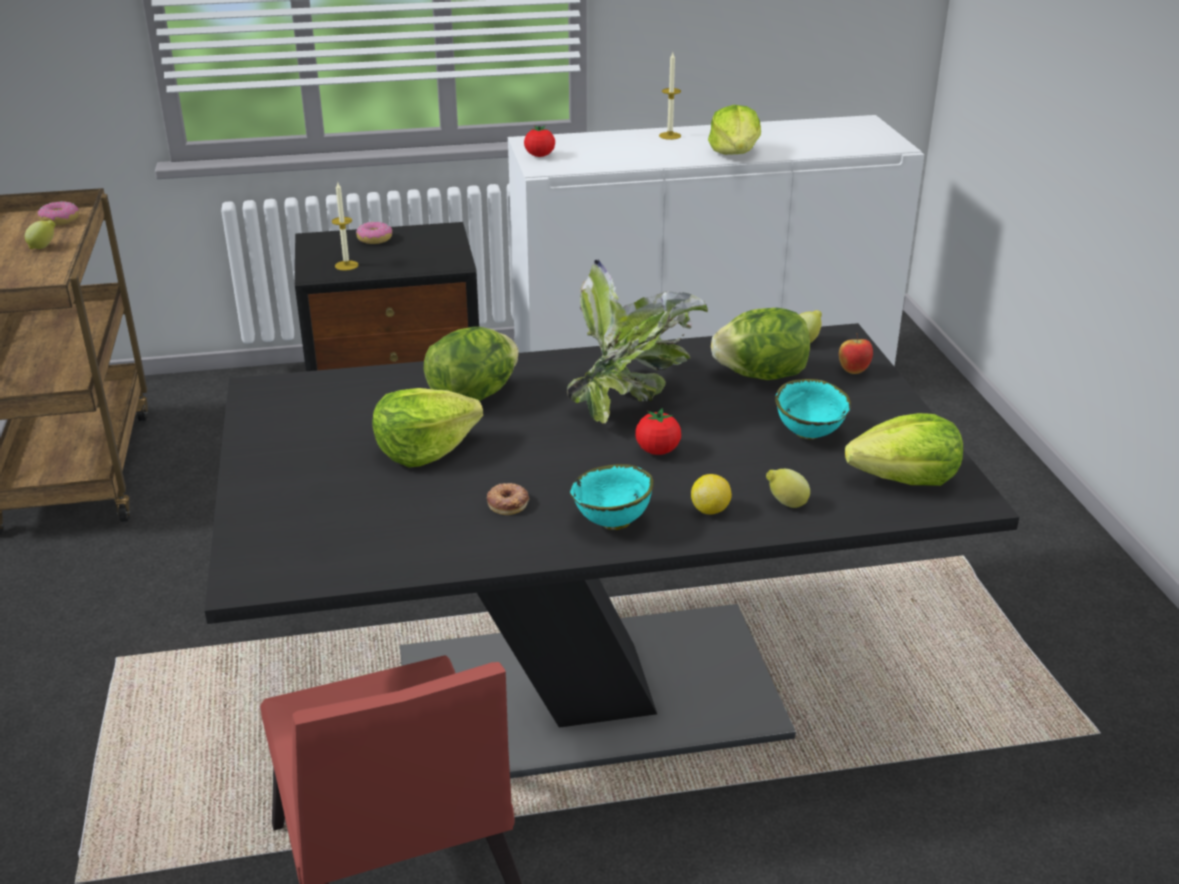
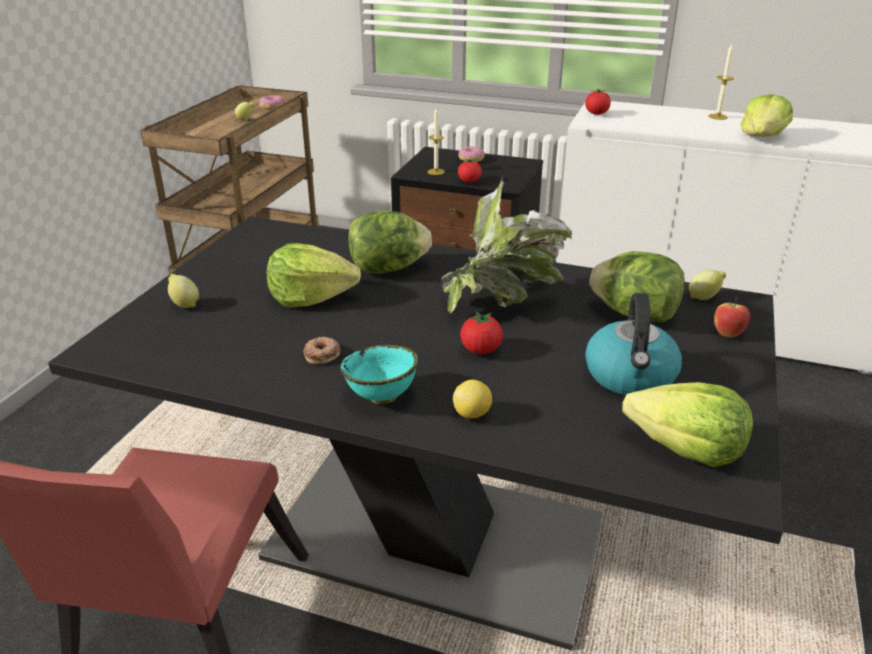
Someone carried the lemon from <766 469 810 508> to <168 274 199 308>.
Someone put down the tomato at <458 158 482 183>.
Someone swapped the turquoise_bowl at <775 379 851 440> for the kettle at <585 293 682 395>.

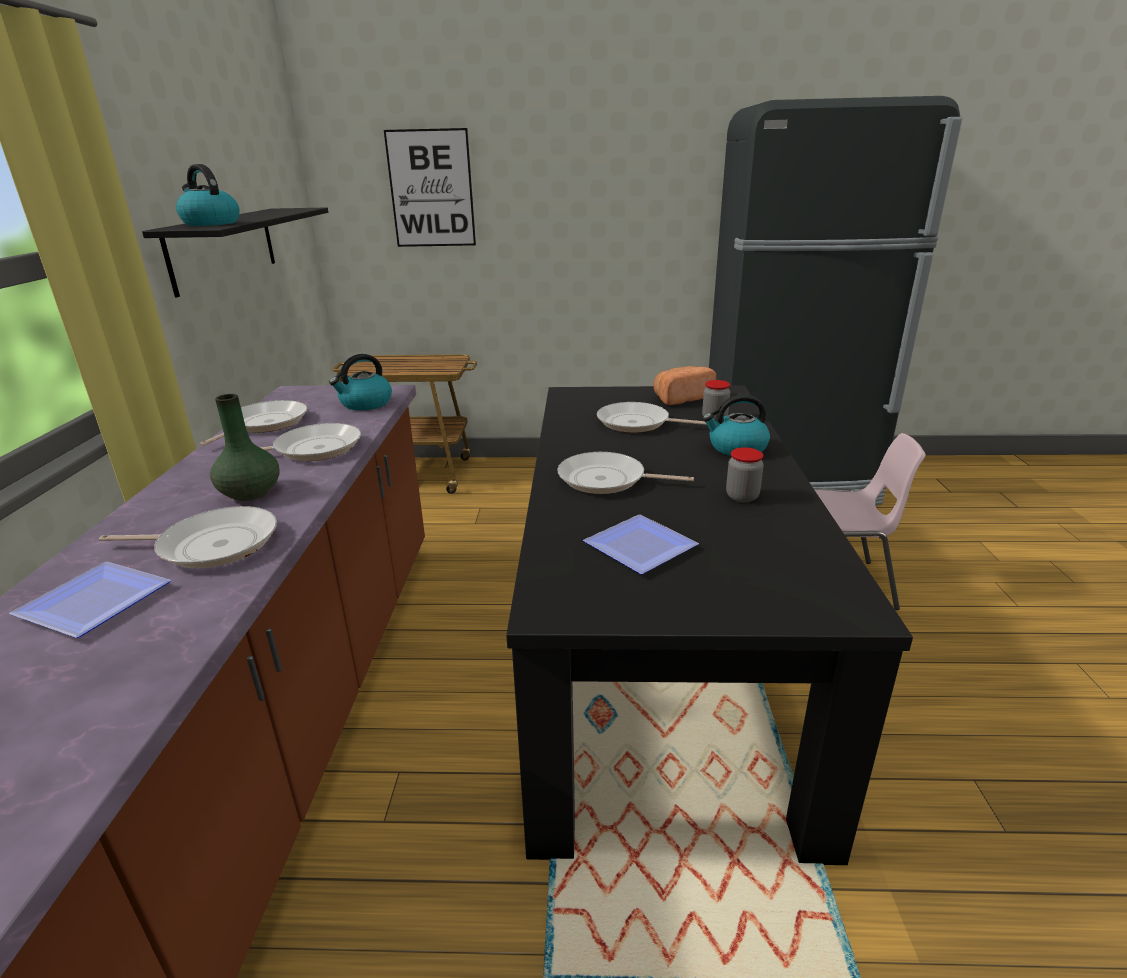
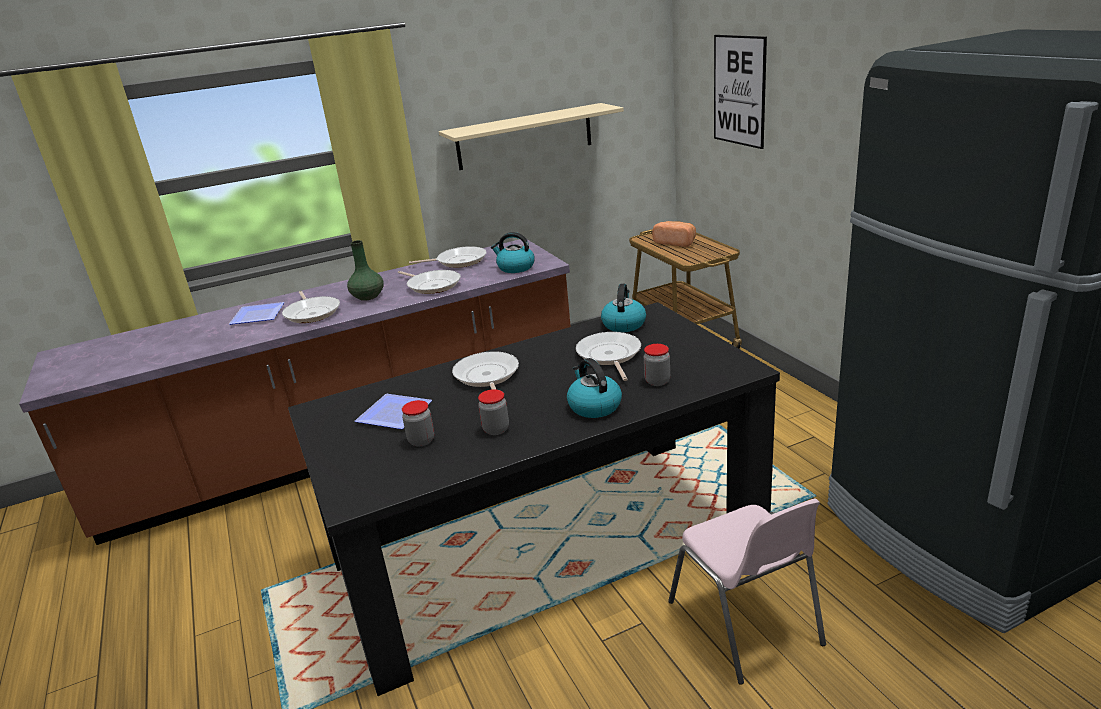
Someone put down the jar at <402 400 434 446>.
Someone repainted the black_shelf at <142 208 328 297>, which became the beige_shelf at <439 103 624 170>.
Someone carried the kettle from <176 164 240 226> to <601 284 646 332>.
Someone carried the bread from <654 366 716 405> to <652 221 696 247>.

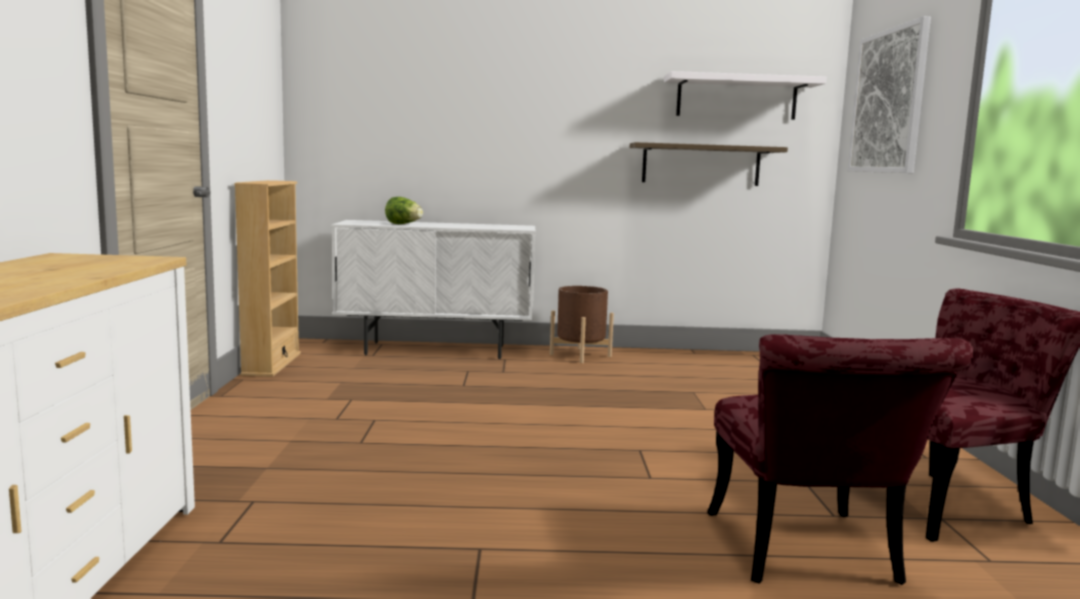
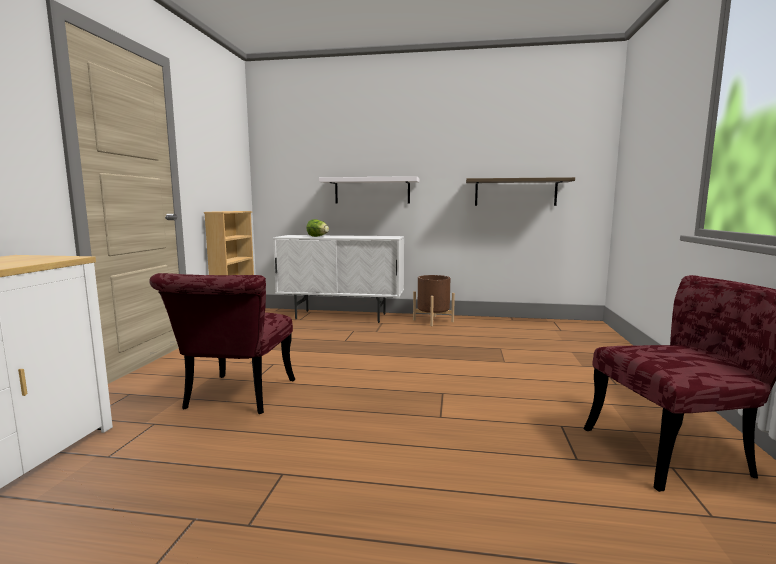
Someone carried the red_chair from <707 334 974 585> to <149 273 295 414>.
Someone carried the white_shelf from <664 71 826 120> to <319 176 419 203>.
Someone took away the picture at <848 16 931 173>.

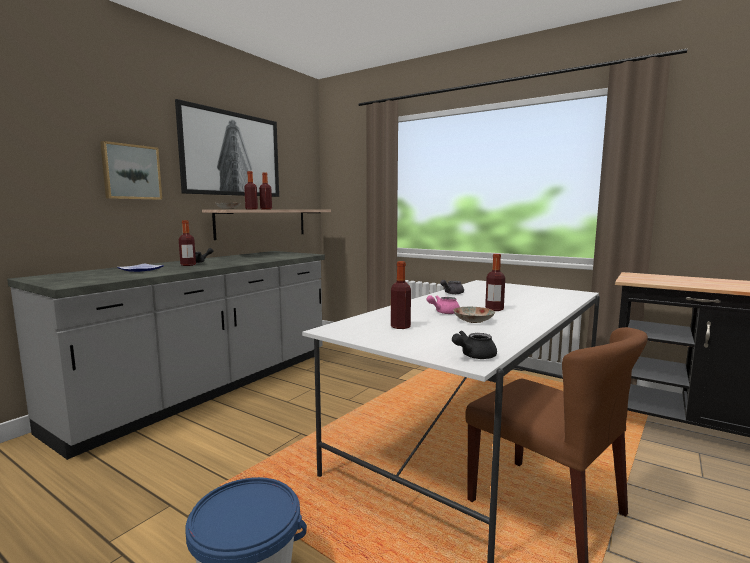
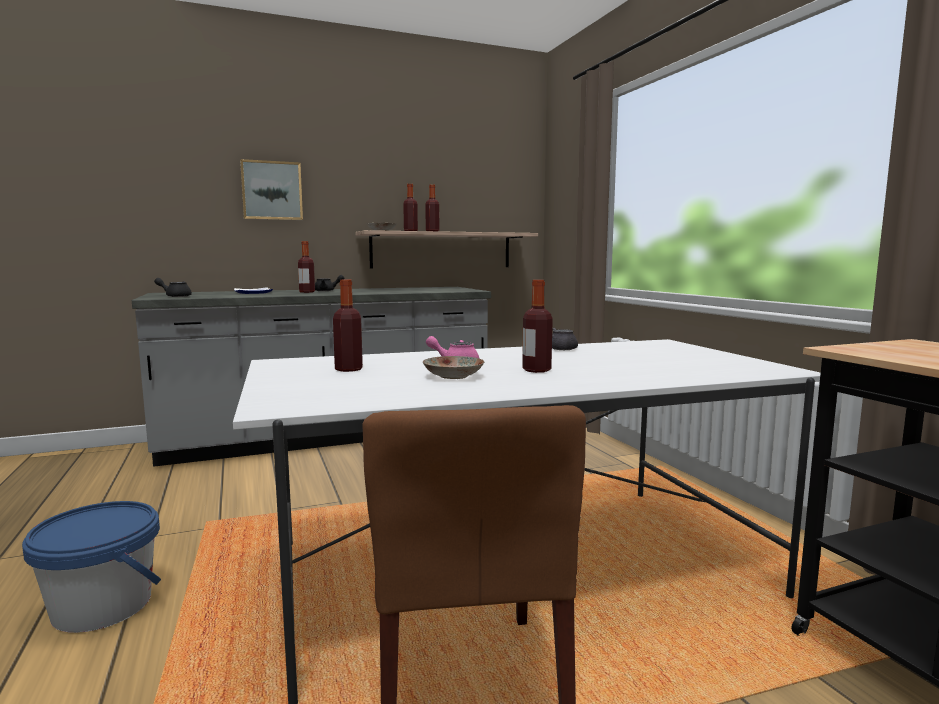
Someone carried the black_teapot from <452 331 497 359> to <154 278 192 297>.
Someone took away the picture at <175 99 279 197>.

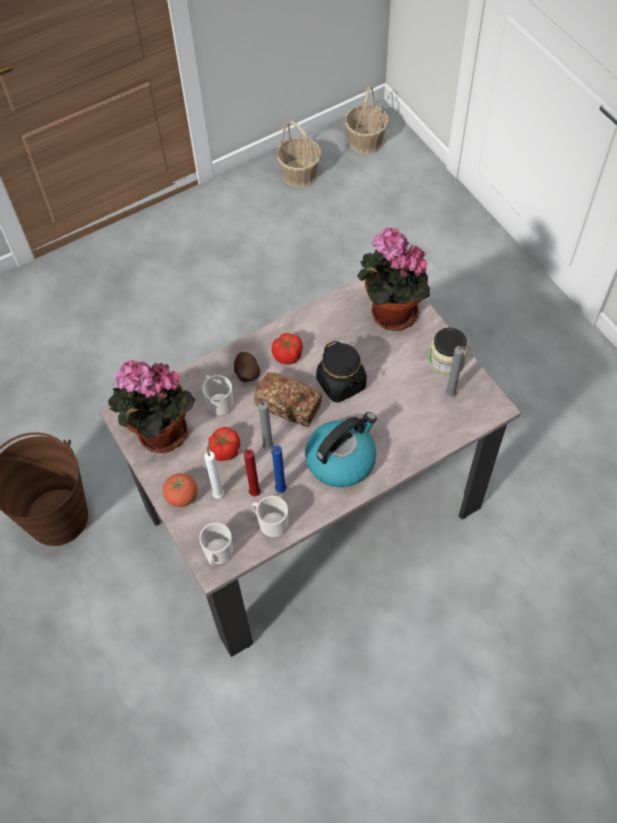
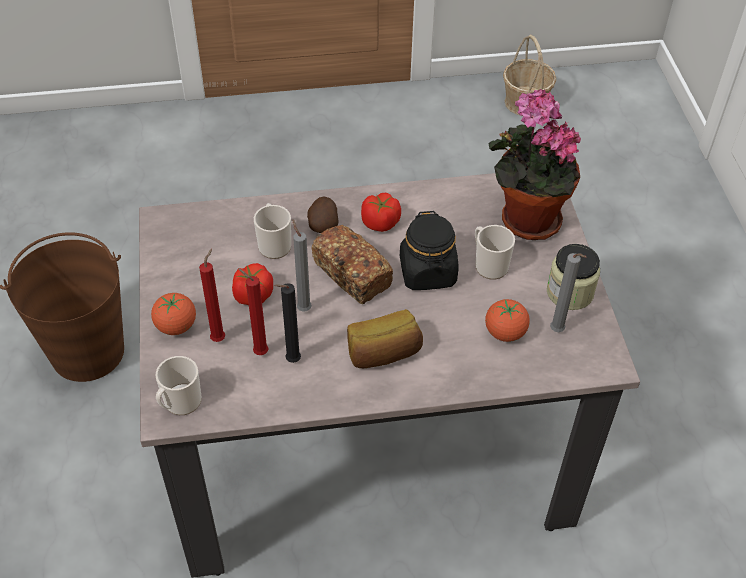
Someone repainted the white_candle at <204 441 224 498>, which became the red_candle at <199 249 225 342>.
Someone repainted the blue_candle at <270 445 287 493>, which became the black_candle at <275 283 301 363>.
Someone swapped the kettle at <305 412 377 487> for the bread at <347 309 423 368>.
Someone carried the mug from <252 496 288 538> to <475 225 515 280>.
Someone put down the tomato at <485 299 530 342>.
Someone took away the potted_plant at <108 360 195 453>.
Someone took away the basket at <345 86 389 154>.

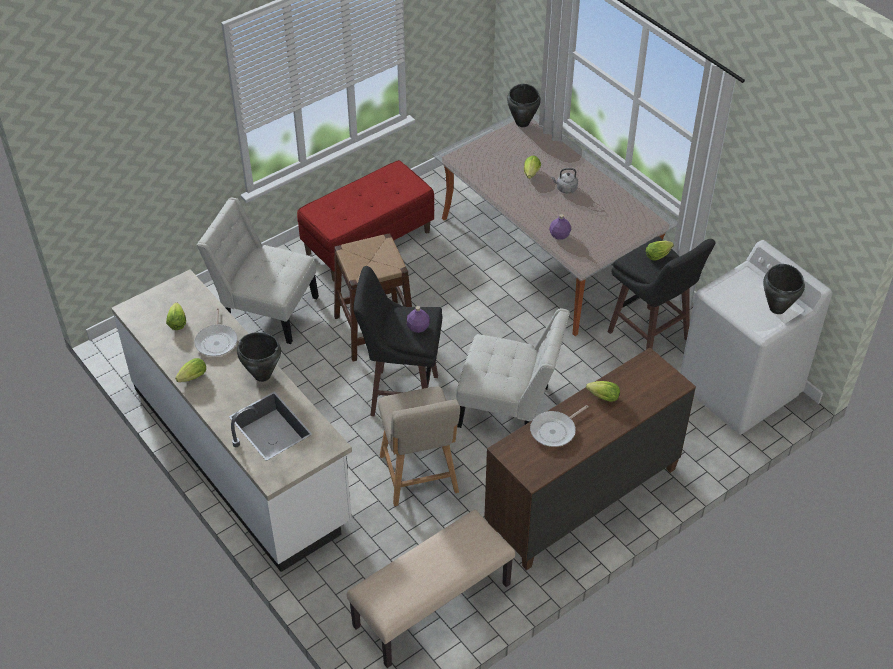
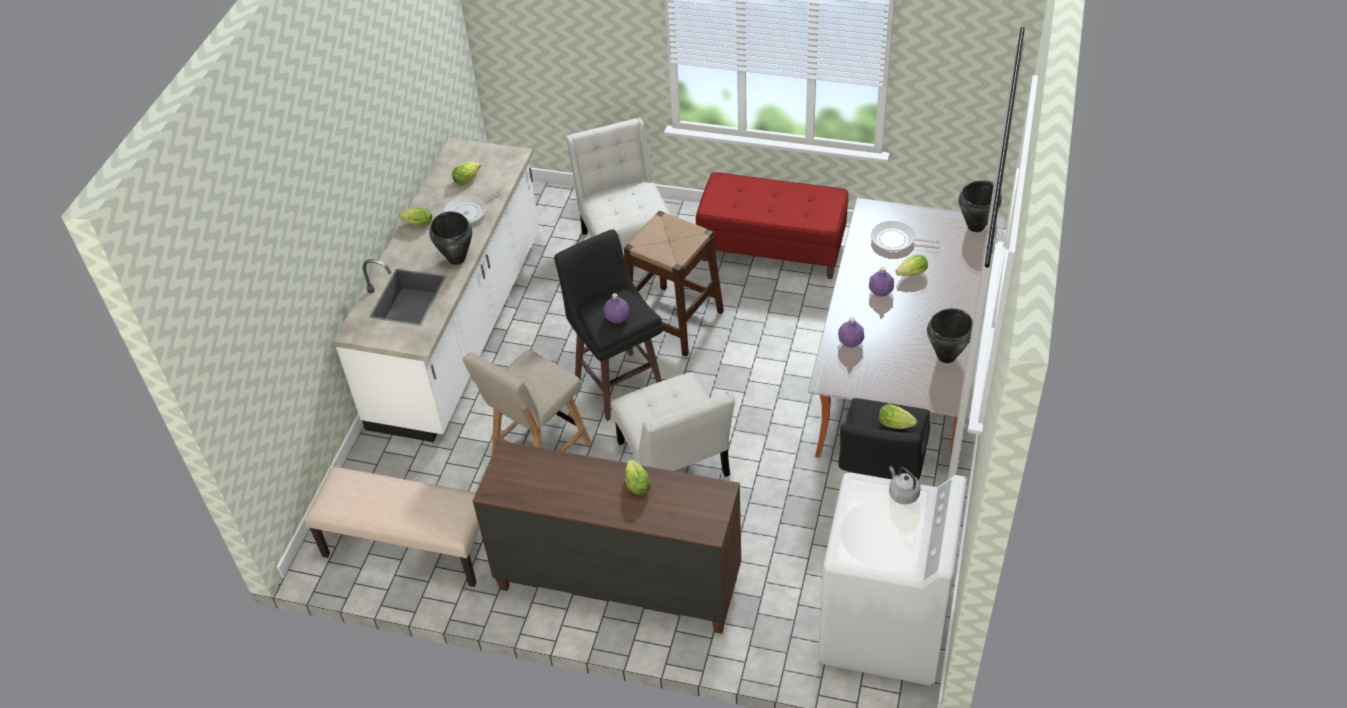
Someone put down the purple_bottle at <869 267 894 297>.
Someone carried the frying_pan from <530 405 589 447> to <871 221 939 252>.
Someone carried the grey_kettle from <551 168 578 193> to <889 466 921 504>.
Someone carried the black_cooking_pot from <763 264 805 314> to <927 308 973 363>.

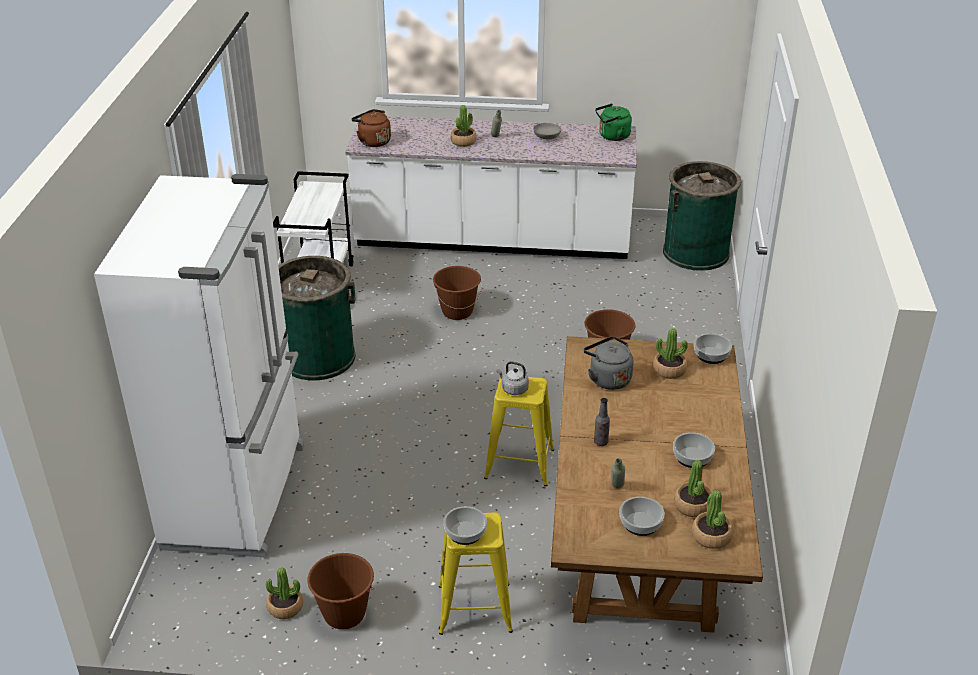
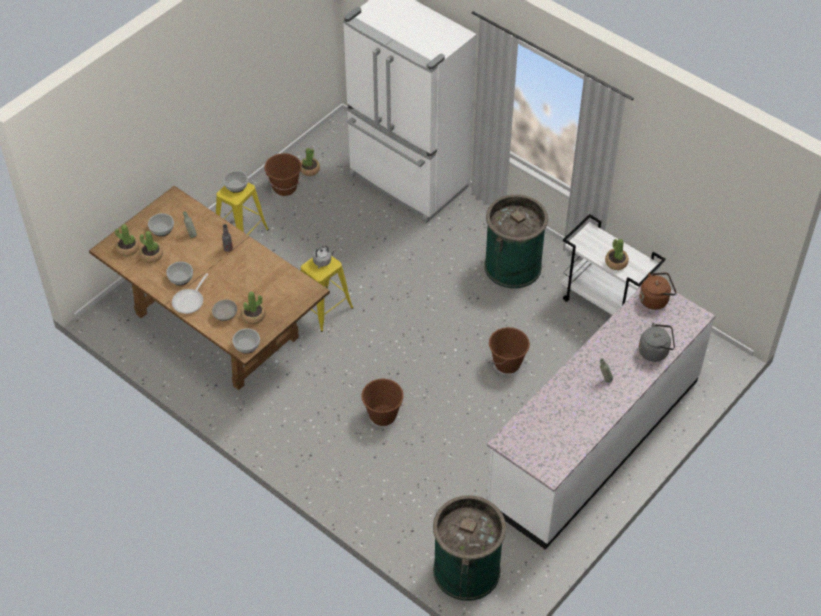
Someone put down the frying_pan at <172 273 208 314>.
Someone carried the grey_bowl from <533 123 561 139> to <212 300 237 321>.
Someone carried the potted_plant from <450 105 477 147> to <605 239 629 270>.
Someone carried the grey_kettle from <583 336 634 390> to <639 323 675 362>.
Someone took away the green_kettle at <595 104 632 141>.

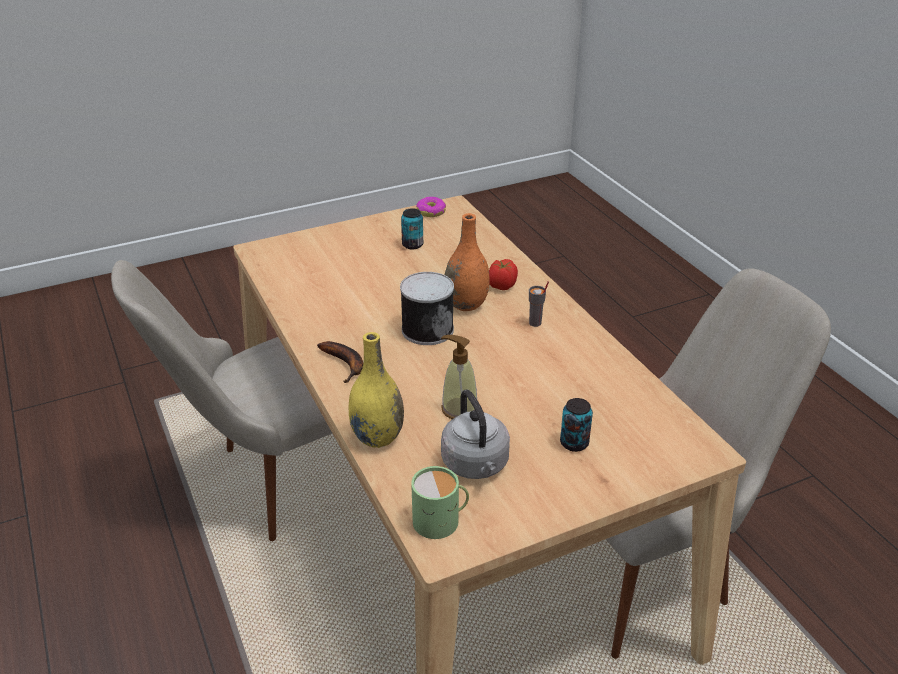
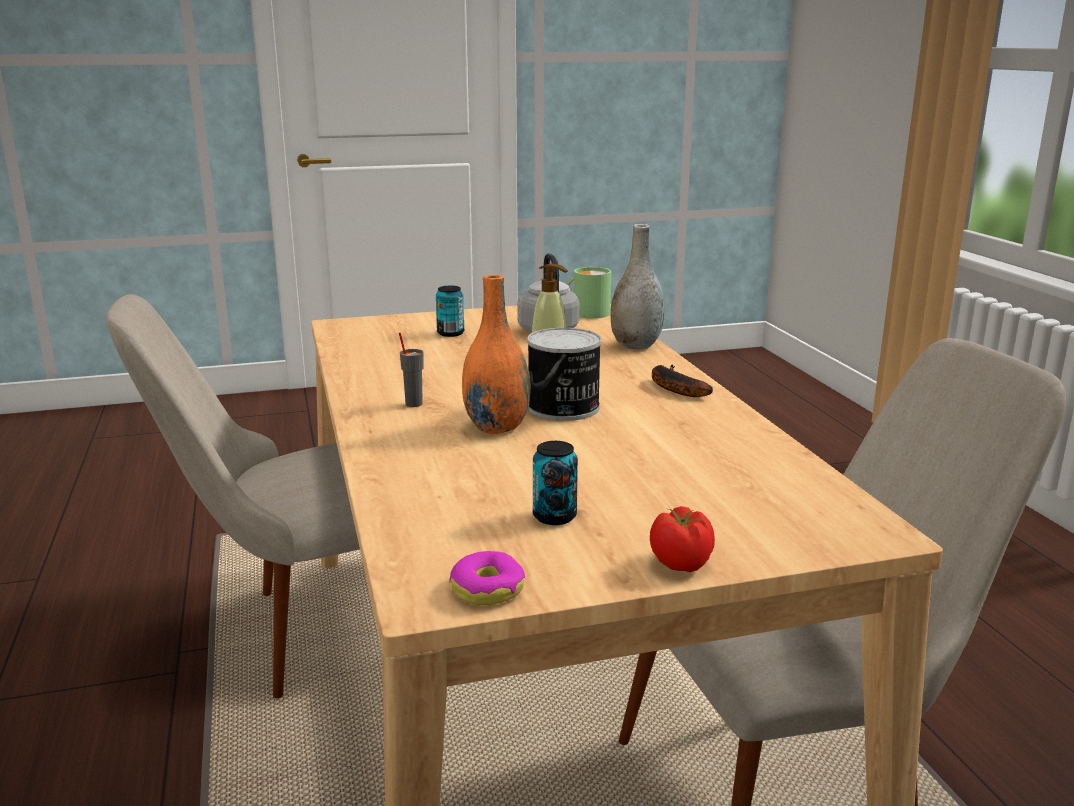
Someone repainted the yellow_vase at <348 332 404 448>, which became the grey_vase at <610 224 665 350>.
Someone carried the tomato from <489 259 518 290> to <650 506 715 572>.

